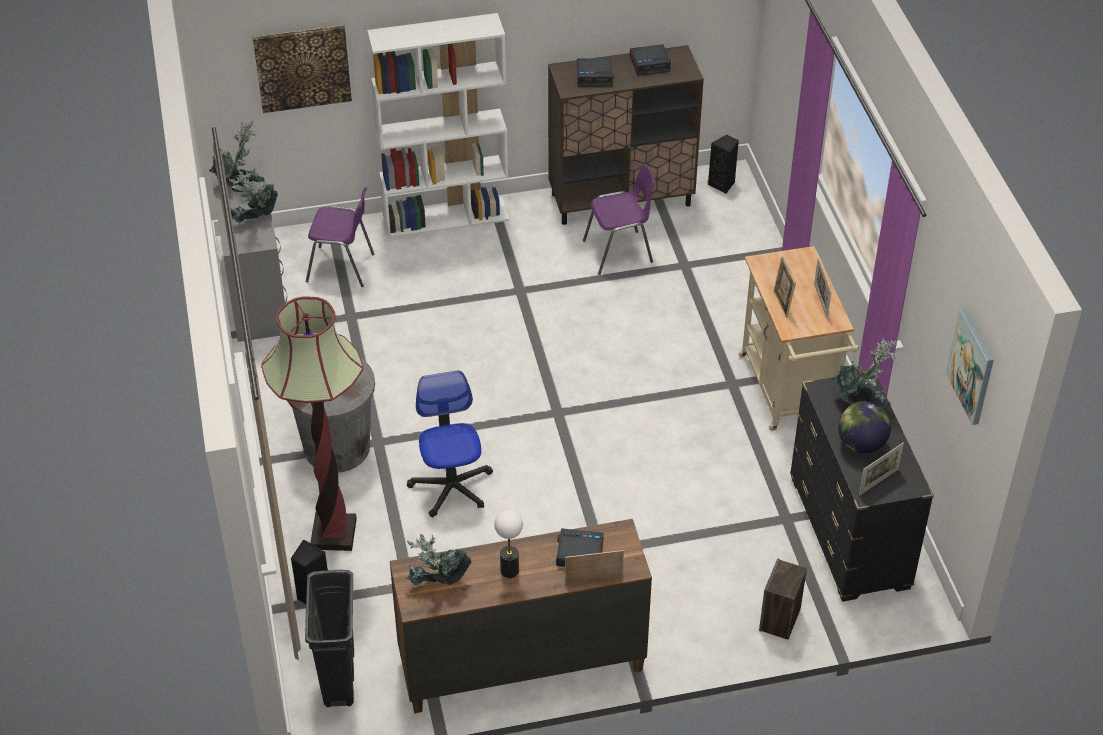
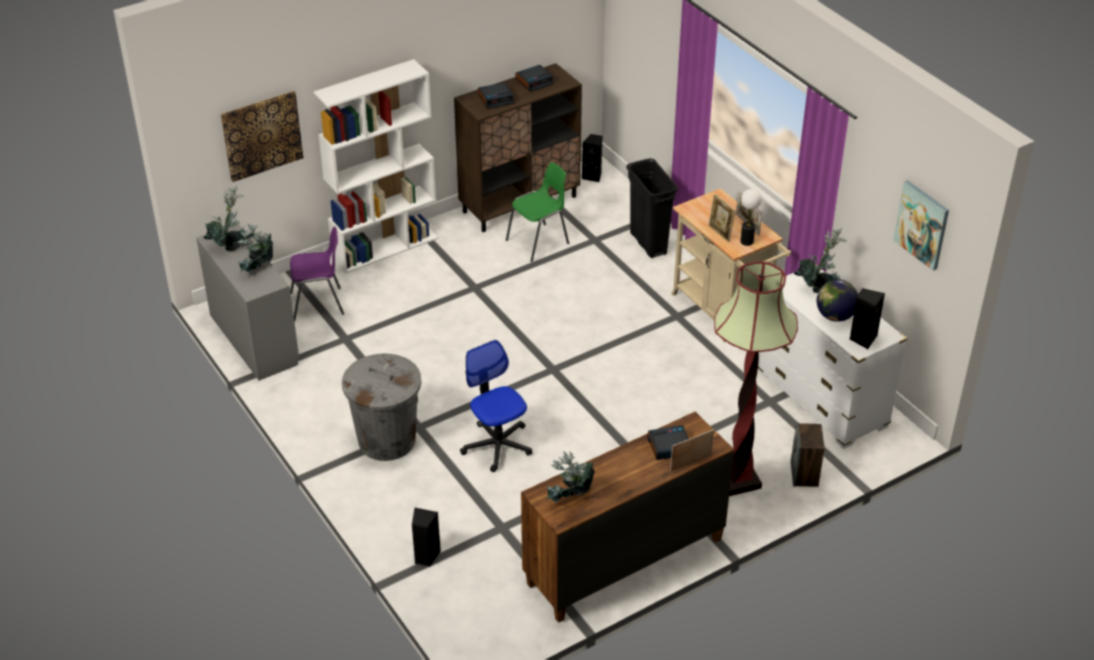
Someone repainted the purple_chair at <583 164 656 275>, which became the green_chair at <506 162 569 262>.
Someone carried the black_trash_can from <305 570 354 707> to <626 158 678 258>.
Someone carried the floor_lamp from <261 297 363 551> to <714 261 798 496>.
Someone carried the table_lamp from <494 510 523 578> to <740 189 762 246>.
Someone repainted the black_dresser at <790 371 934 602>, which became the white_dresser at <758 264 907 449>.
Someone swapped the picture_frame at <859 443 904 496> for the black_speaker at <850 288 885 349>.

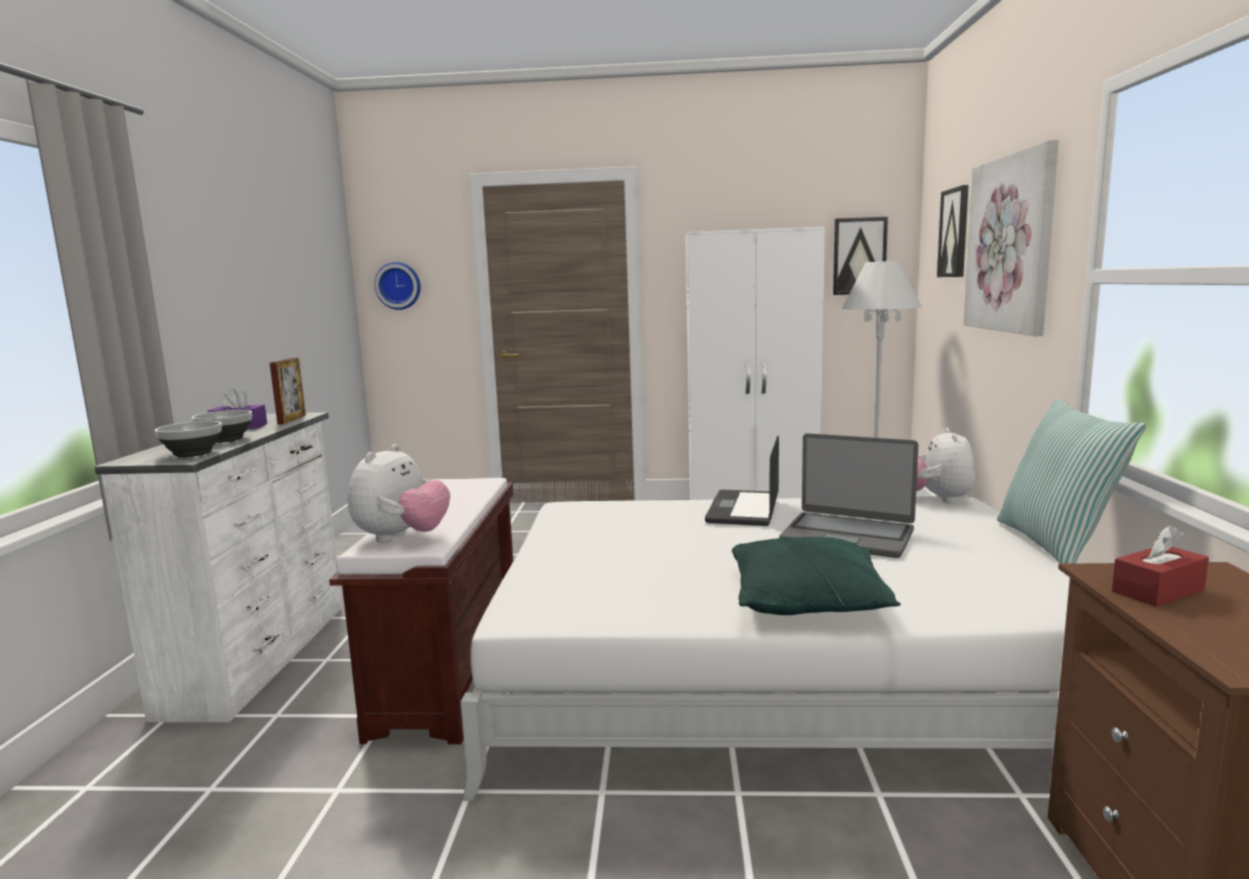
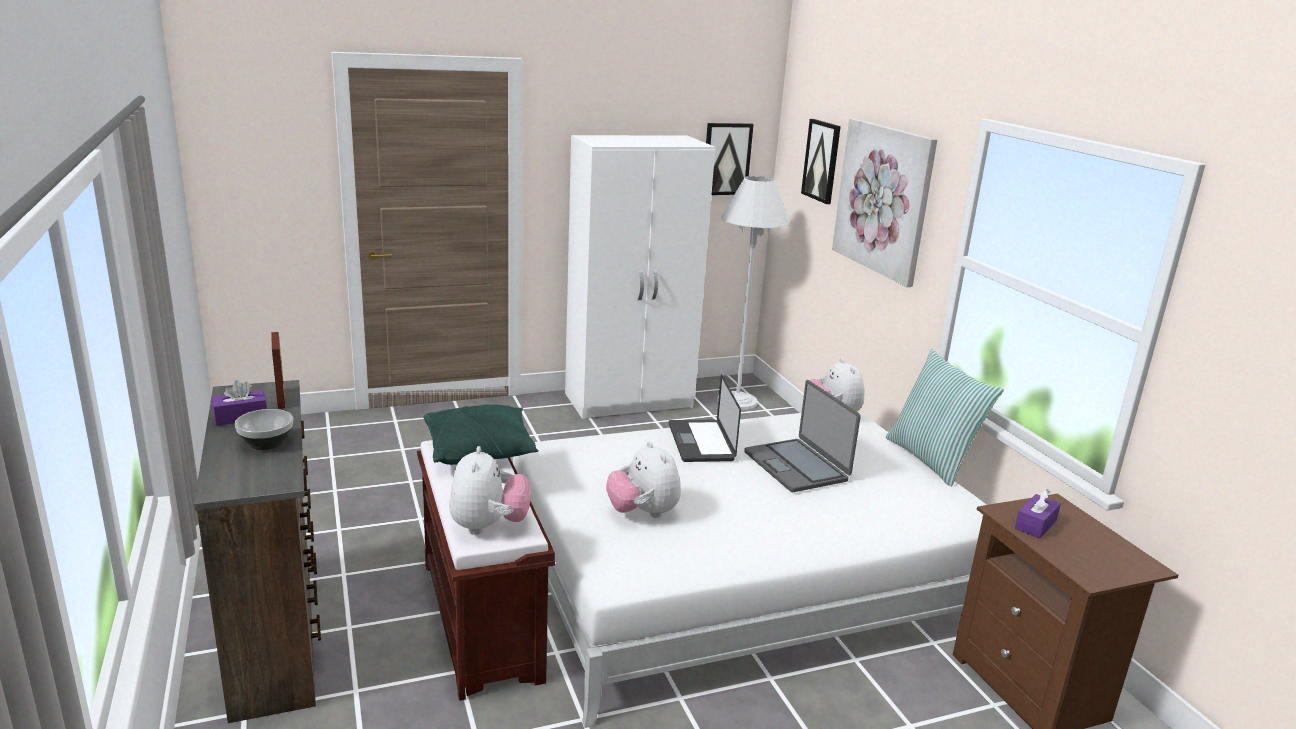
Someone repainted the white_dresser at <94 412 343 722>, which became the brown_dresser at <194 380 321 723>.
Someone carried the green_pillow from <732 537 901 615> to <423 404 539 465>.
Someone put down the plush_toy at <606 441 681 518>.
Someone rotated the laptop at <779 433 918 558> by 60 degrees clockwise.
Someone repainted the red_tissue_box at <1112 525 1209 607>, which became the purple_tissue_box at <1015 489 1061 539>.
Someone took away the bowl at <155 421 222 457>.
Someone took away the wall_clock at <374 262 421 310>.

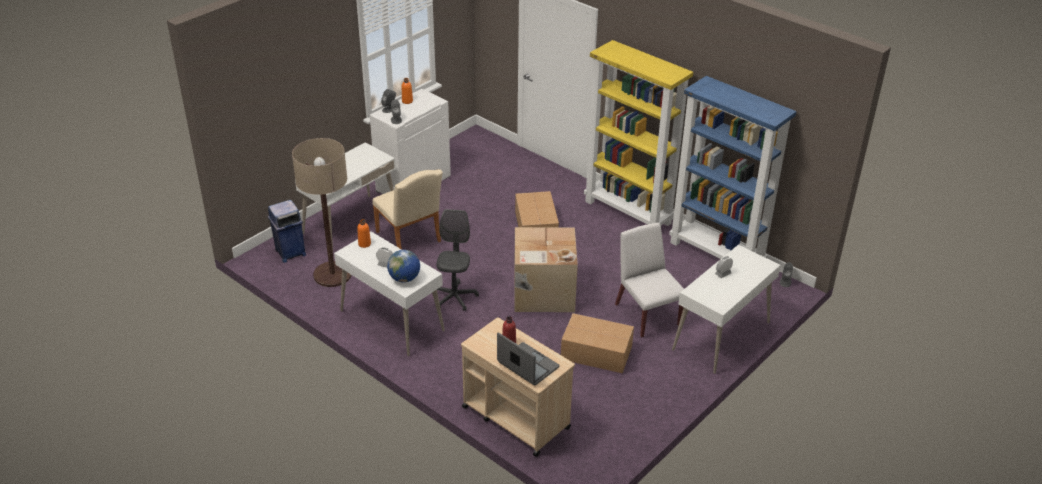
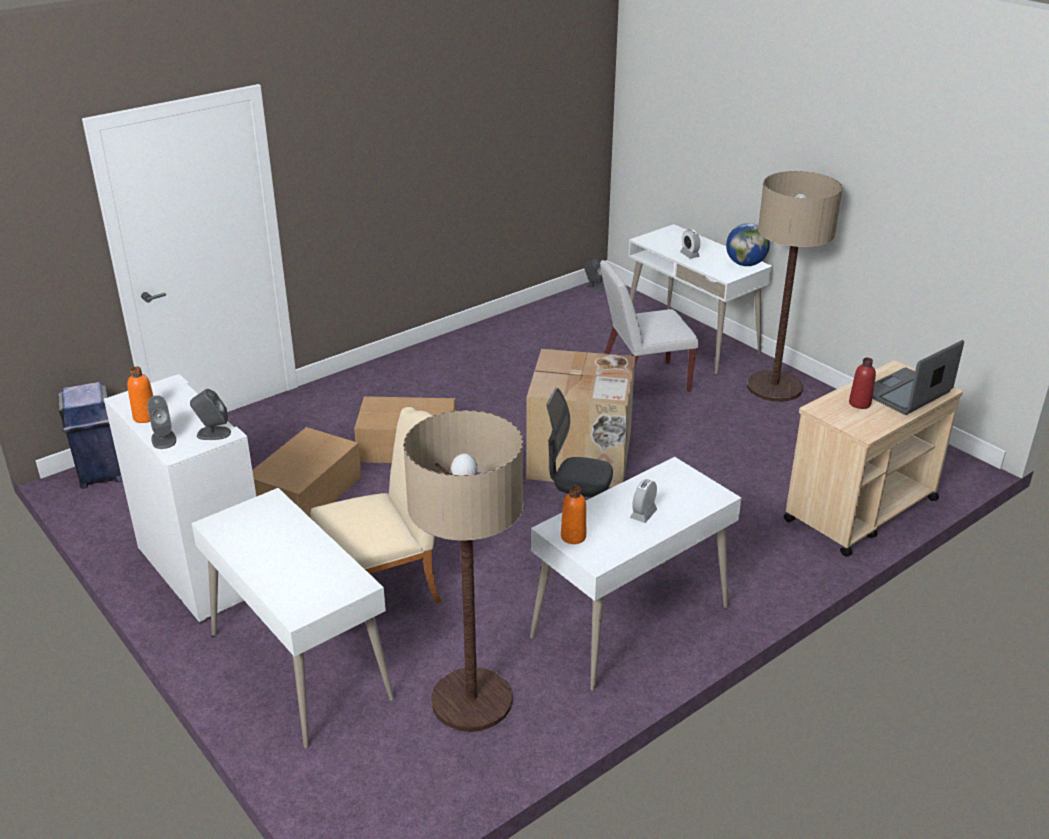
Someone carried the blue_trash_can from <268 200 306 263> to <58 382 122 489>.
Someone carried the cardboard_box from <561 313 634 373> to <252 427 361 518>.
Someone carried the globe from <387 250 420 283> to <726 223 770 266>.
Someone put down the floor_lamp at <747 171 843 402>.
Someone took away the yellow_bookcase at <584 40 693 226>.
Someone took away the blue_bookcase at <669 76 797 259>.

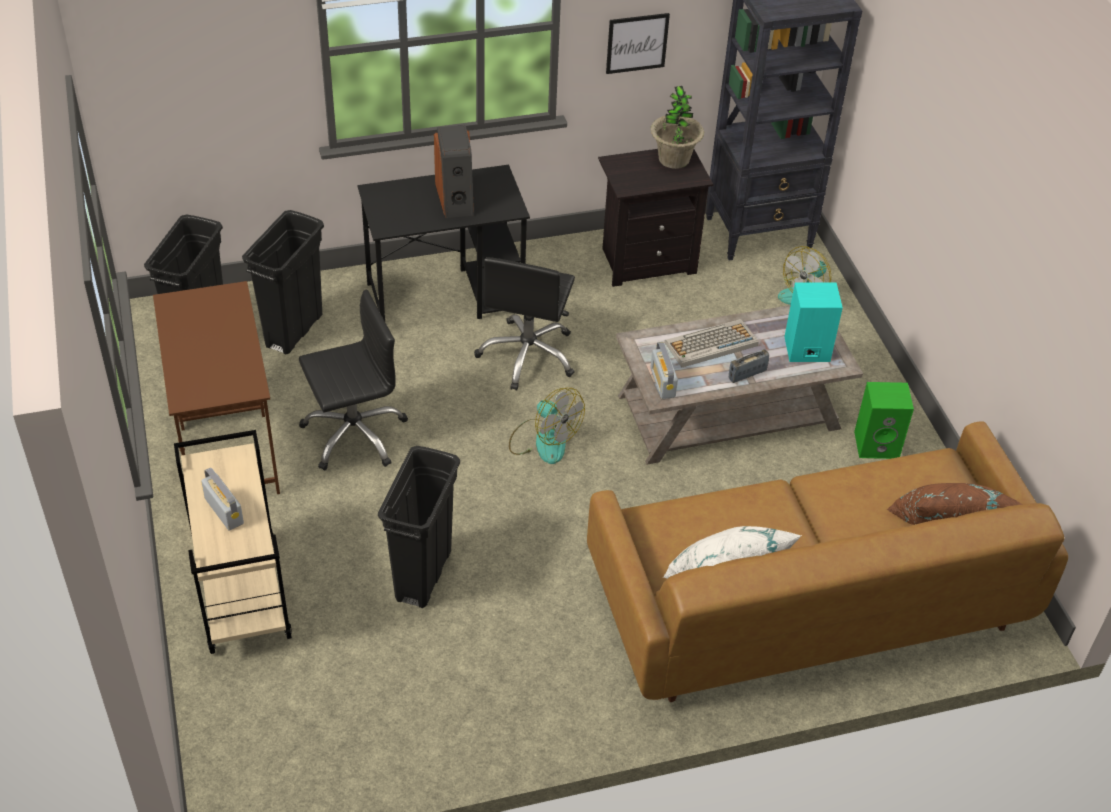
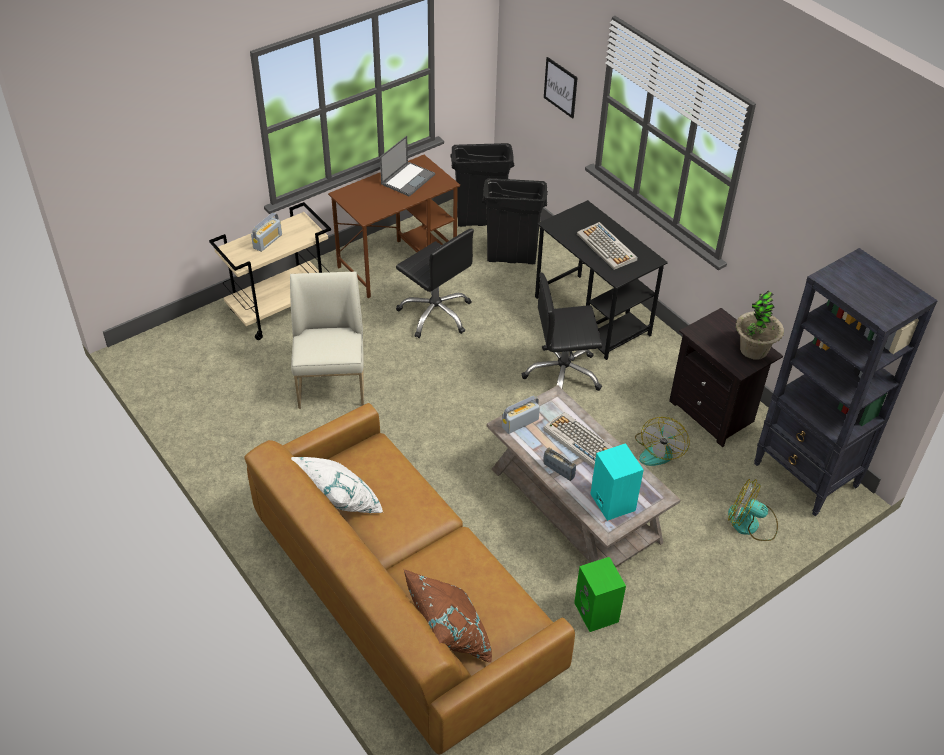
Someone swapped the black_trash_can at <378 446 460 608> for the white_chair at <290 271 364 409>.
Someone put down the laptop at <380 136 435 197>.
Someone carried the picture from <606 13 670 74> to <544 57 578 119>.
Someone swapped the speaker at <434 125 474 218> for the keyboard at <577 222 638 270>.
Someone carried the fan from <509 388 585 464> to <635 417 689 466>.

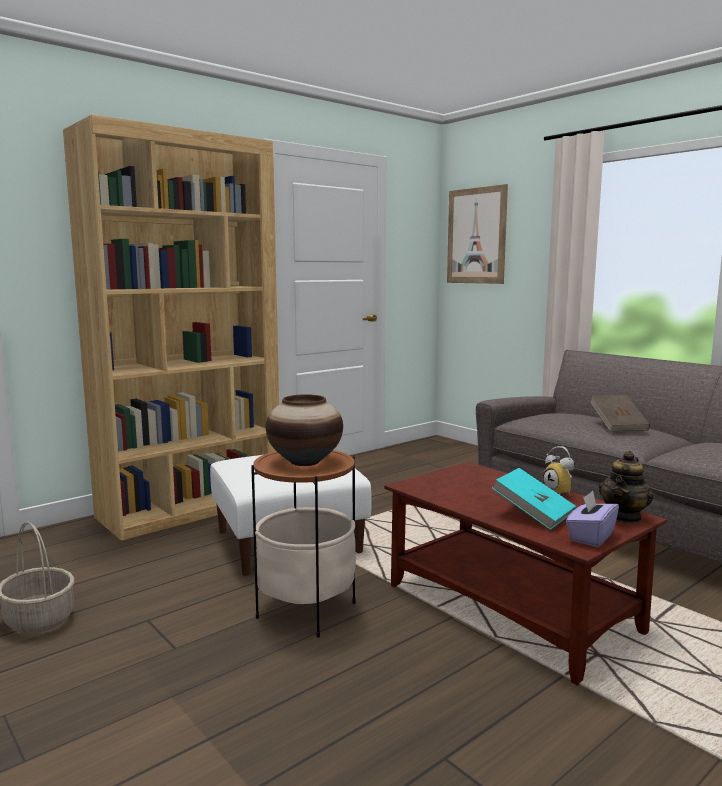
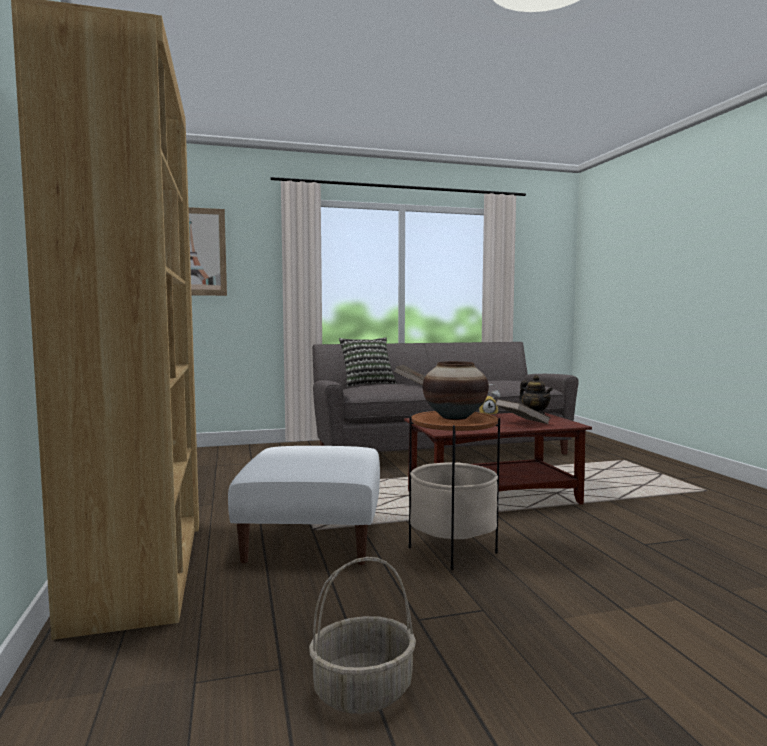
Someone put down the pillow at <339 337 397 387>.
Someone repainted the turquoise_book at <492 468 576 530>, which became the brown_book at <495 399 550 424>.
Someone took away the purple_tissue_box at <566 491 619 547>.

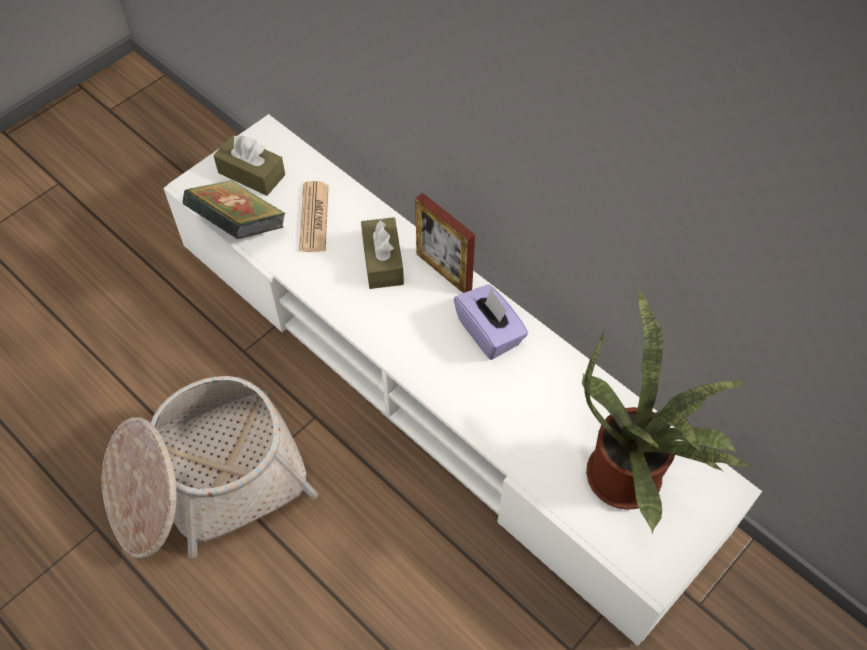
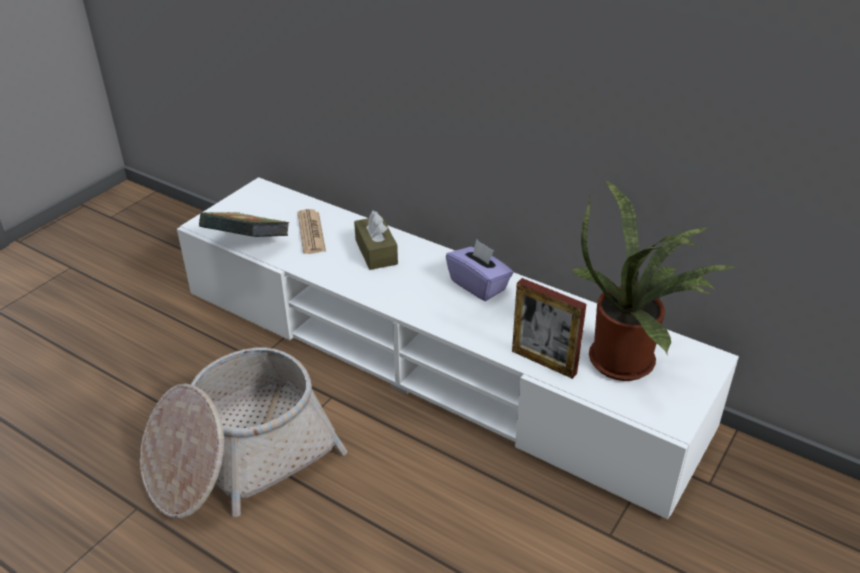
Someone carried the picture_frame from <415 193 475 293> to <512 278 587 379>.
Someone took away the brown_tissue_box at <213 135 285 196>.

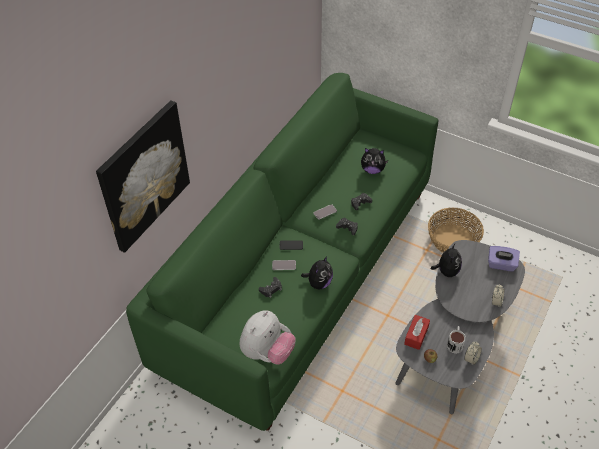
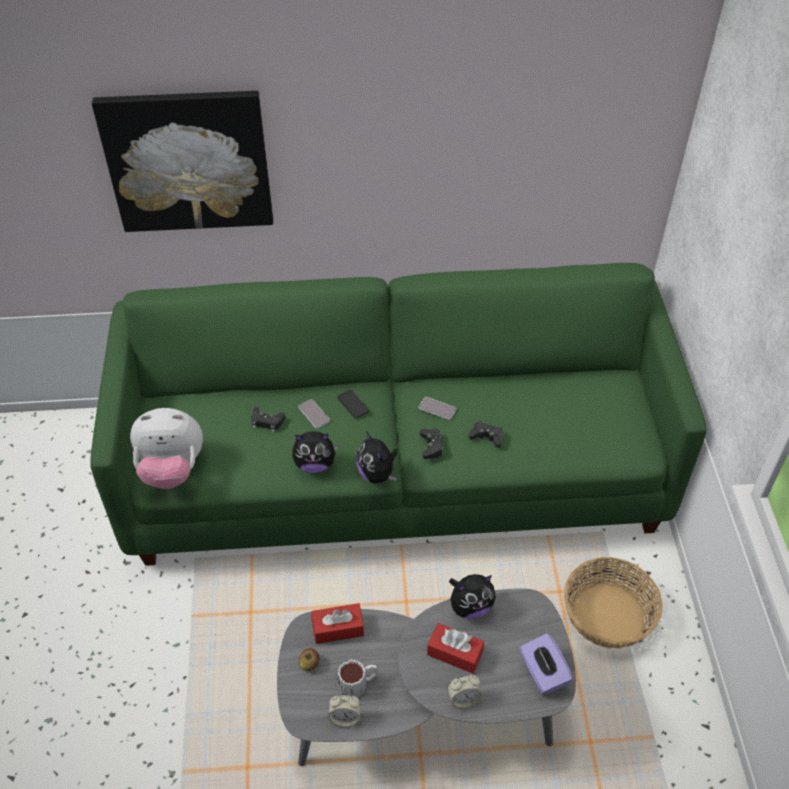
Someone carried the plush_toy from <361 148 388 174> to <356 431 397 484>.
Someone put down the red_tissue_box at <427 623 484 674>.

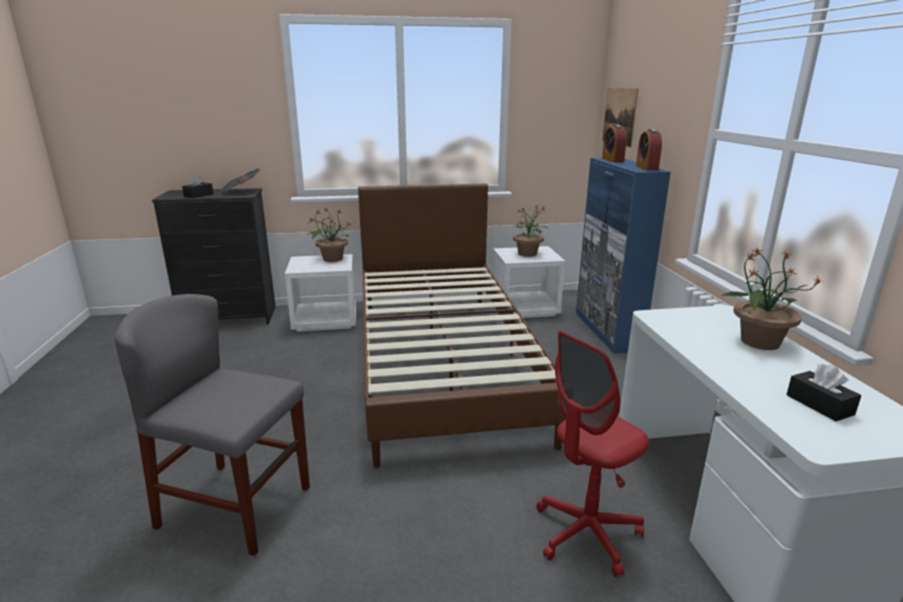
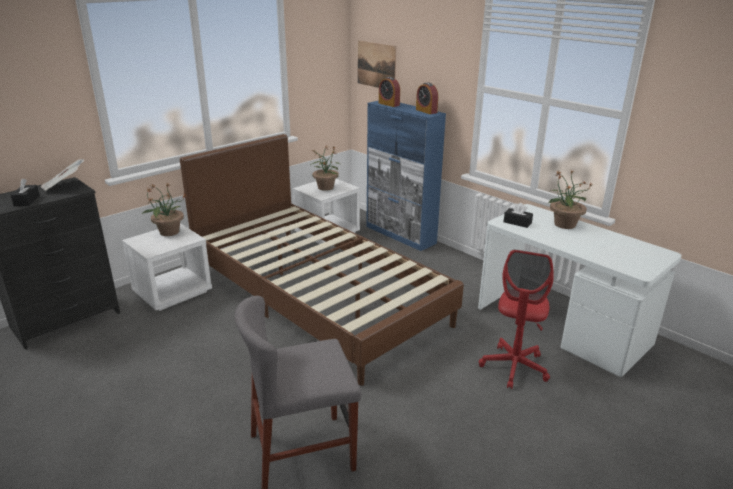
Someone carried the black_tissue_box from <787 364 861 421> to <504 203 533 228>.

